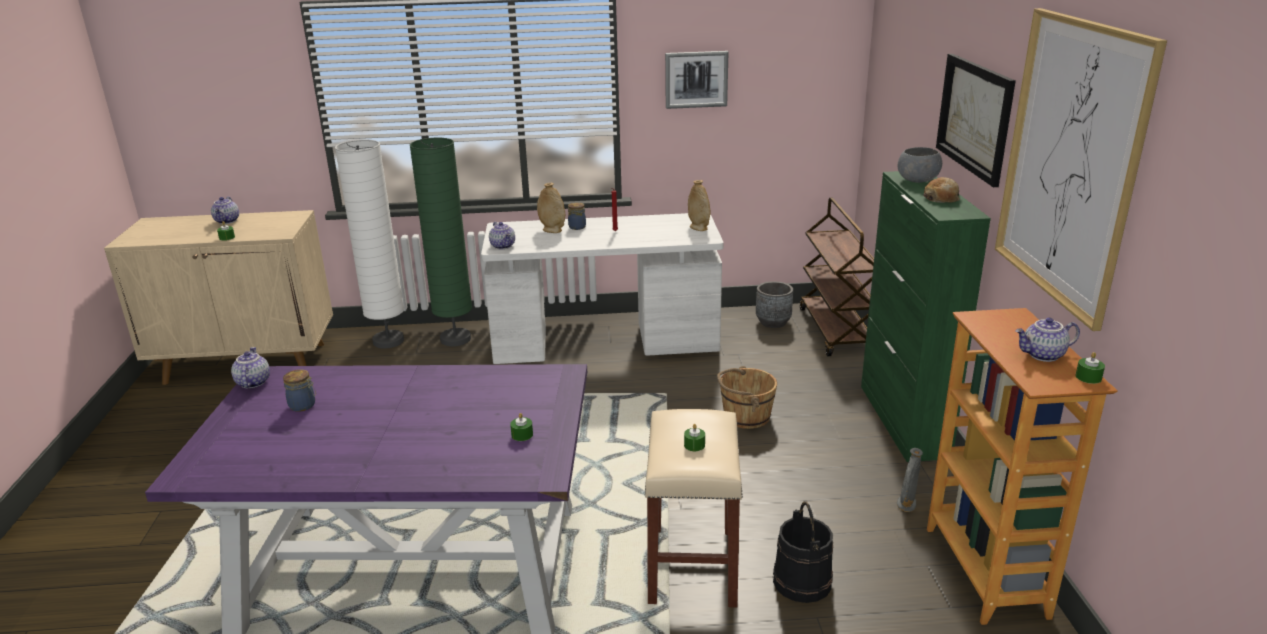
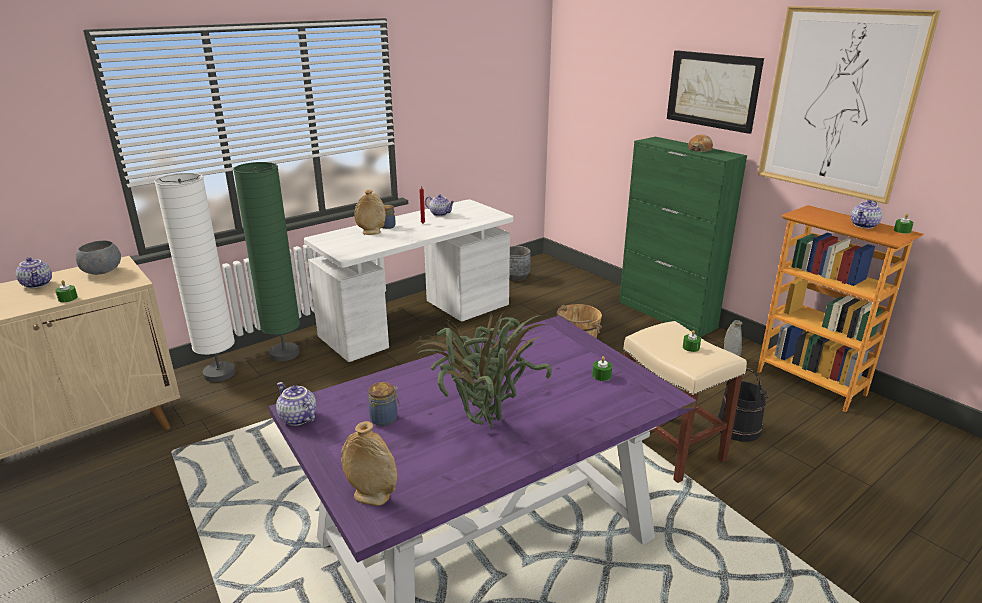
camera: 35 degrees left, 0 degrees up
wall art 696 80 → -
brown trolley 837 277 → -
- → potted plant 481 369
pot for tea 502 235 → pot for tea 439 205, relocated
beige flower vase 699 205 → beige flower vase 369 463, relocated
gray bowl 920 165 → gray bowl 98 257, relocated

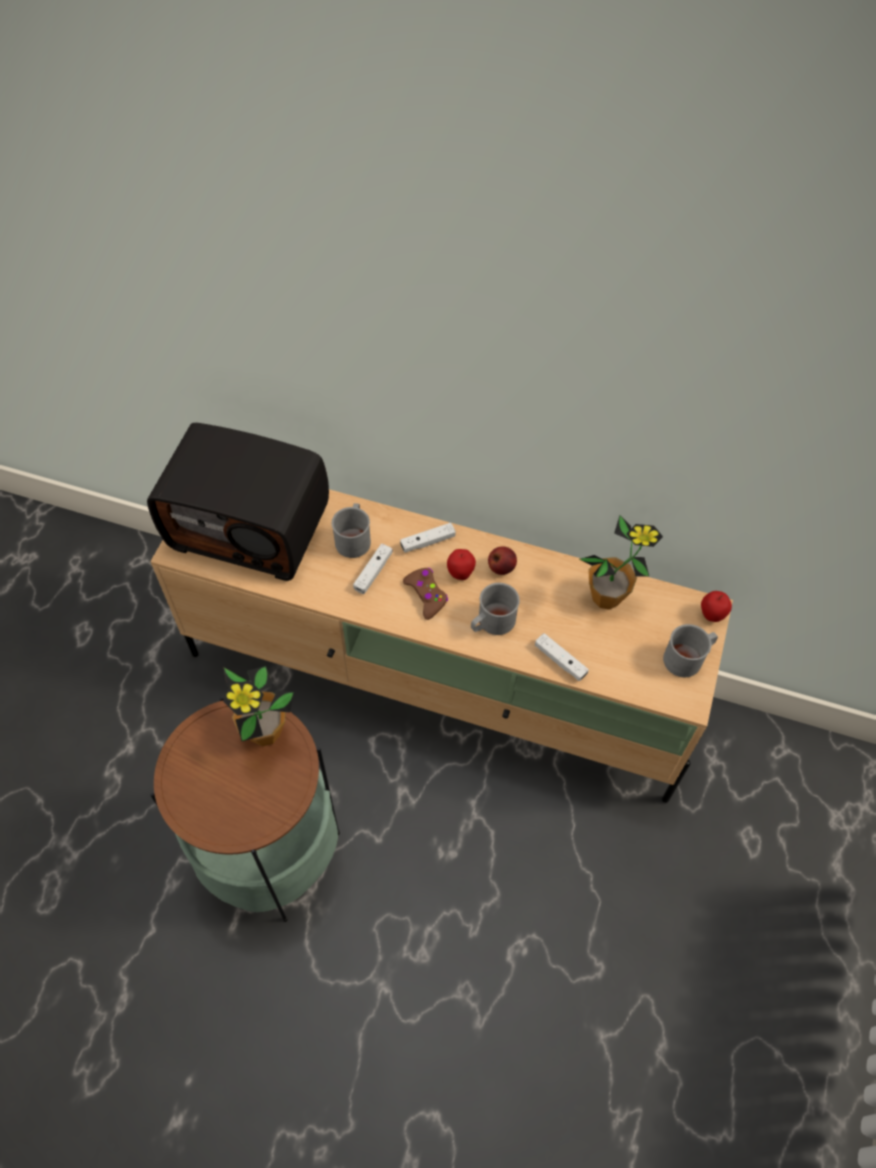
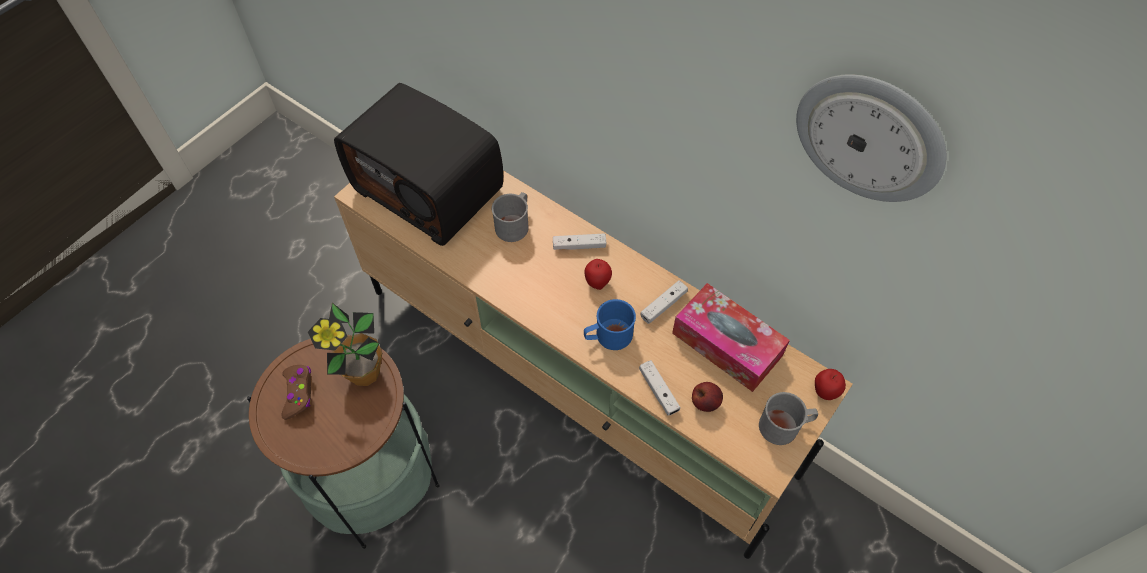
camera: 20 degrees right, 0 degrees up
- → hanging clock 871 138
white-coloured joypad 373 569 → white-coloured joypad 664 302, relocated
brown joypad 425 594 → brown joypad 296 392, relocated
whole apple 502 560 → whole apple 707 397, relocated
potted plant 621 562 → box of tissues 731 337
gray mug 495 609 → blue mug 610 324

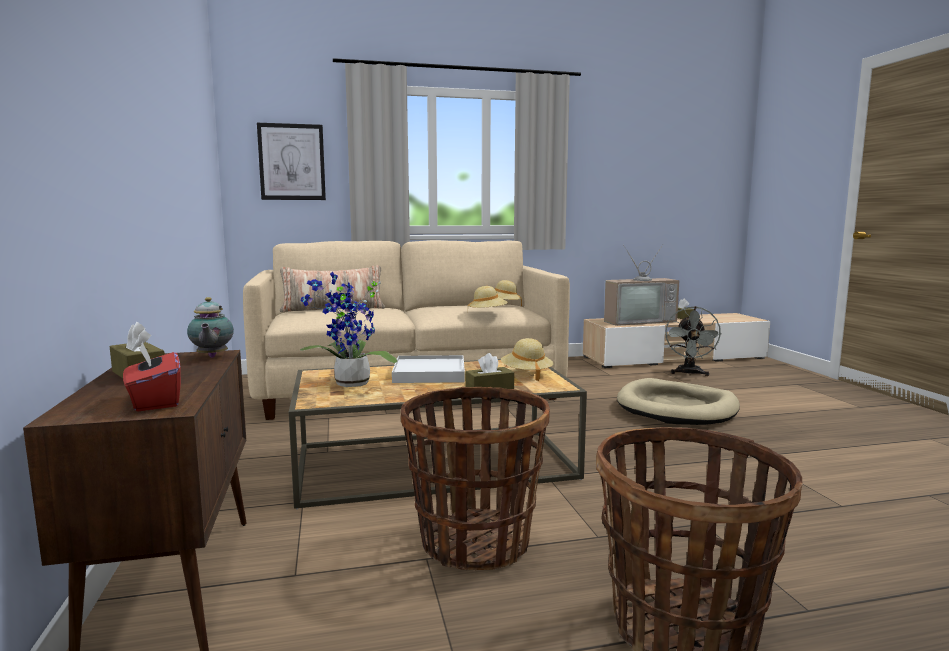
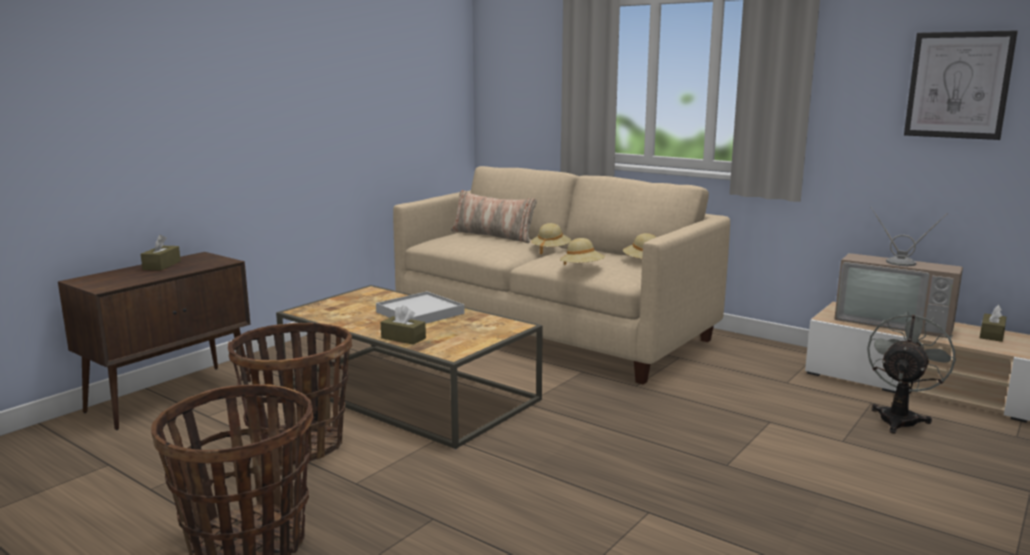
camera: 50 degrees right, 5 degrees up
reddish box of tissues 152 377 → -
pot for tea 210 327 → -
potted plant 348 329 → -
beige pet bed 678 401 → -
wall art 291 161 → wall art 961 85, relocated
beige clothing hat 527 359 → beige clothing hat 551 239, relocated
gray fan 693 341 → gray fan 911 372, 150 degrees clockwise

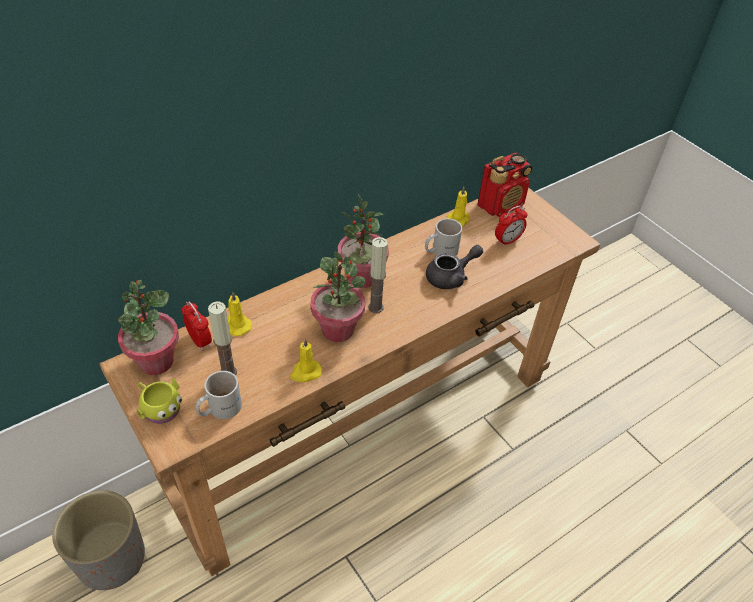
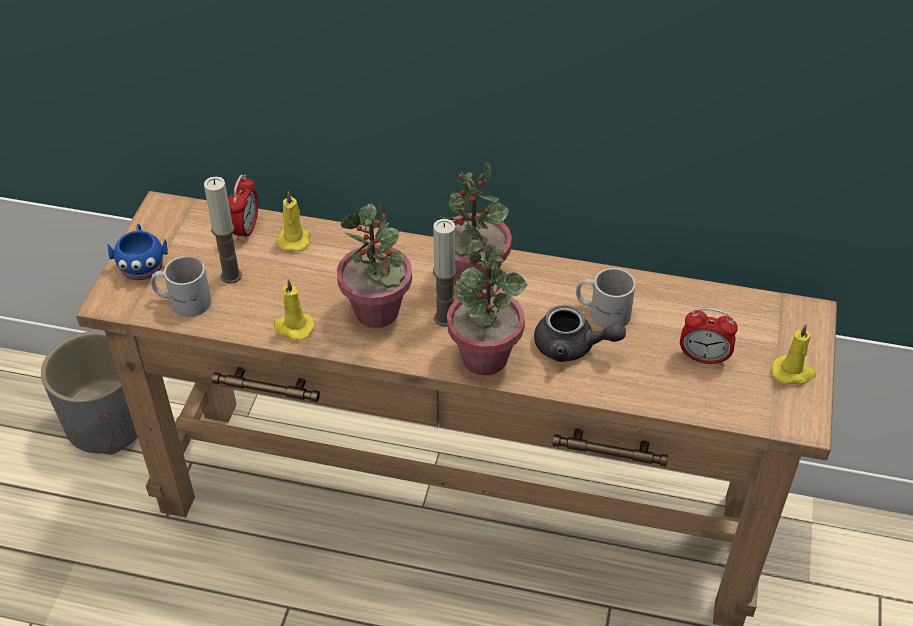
camera: 50 degrees right, 0 degrees up
radio receiver 505 185 → -
potted plant 148 327 → potted plant 487 310, relocated
yellow-coloured wax candle 458 206 → yellow-coloured wax candle 794 354, relocated
yellow-coloured mug 159 401 → blue mug 138 252

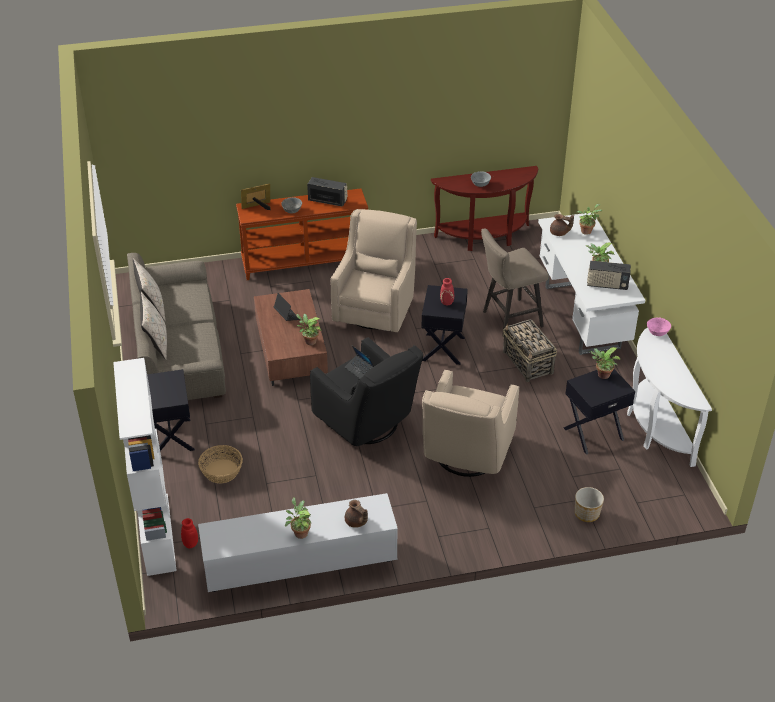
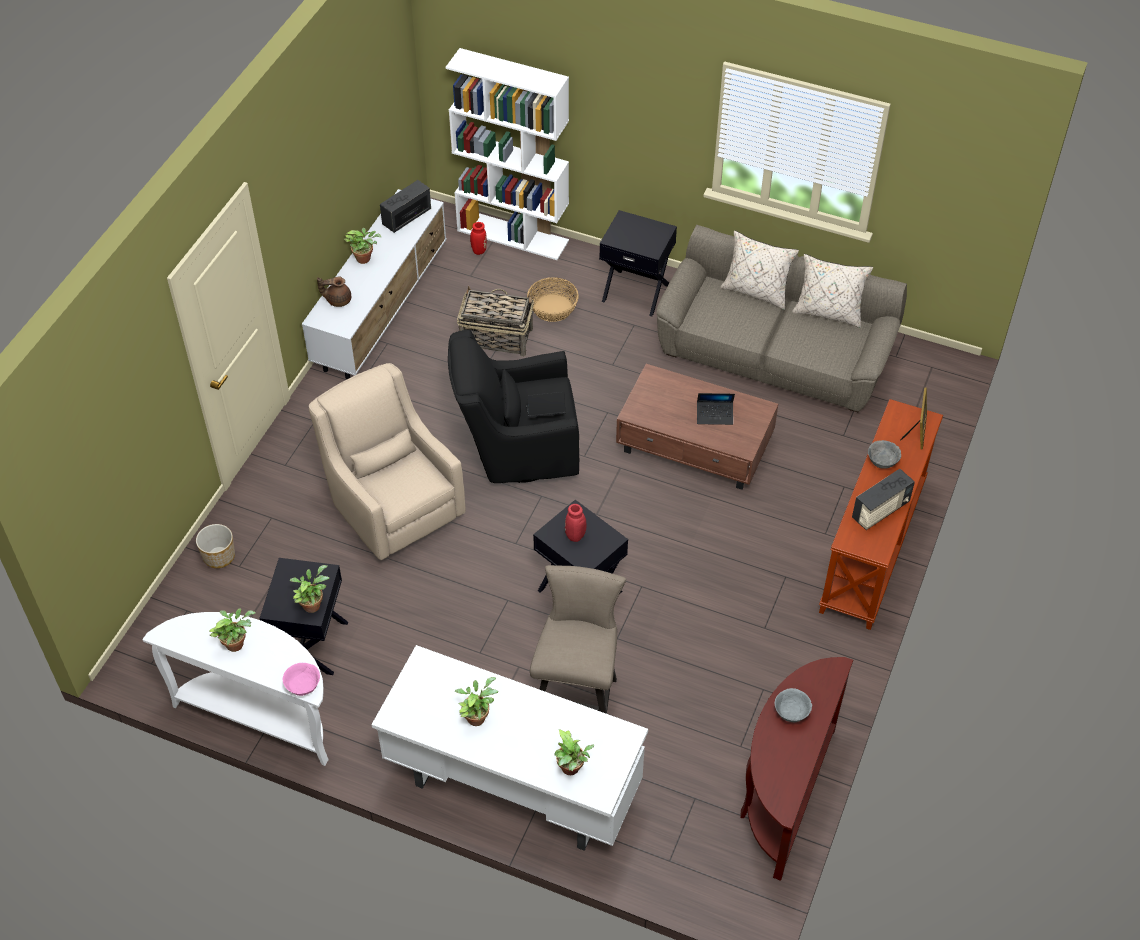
camera: 125 degrees right, 10 degrees up
beige easy chair 373 270 → -
brown pot for tea 562 225 → -
potted plant 308 329 → potted plant 232 630, relocated
basket 530 350 → basket 495 321, relocated
radio receiver 609 275 → radio receiver 405 206, relocated

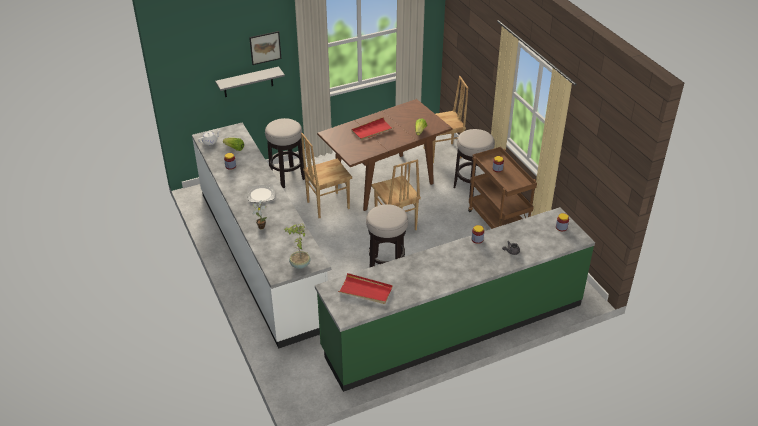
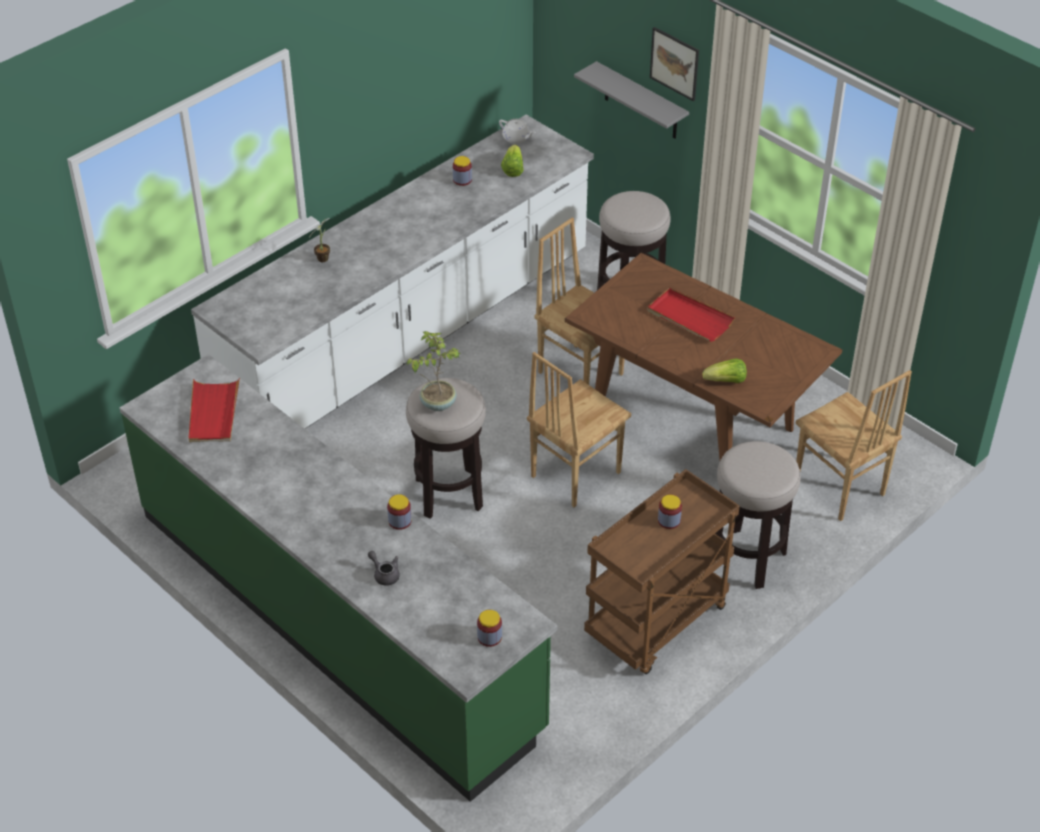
camera: 70 degrees right, 5 degrees up
flat dish 261 193 → -
potted plant 297 246 → potted plant 433 371, relocated

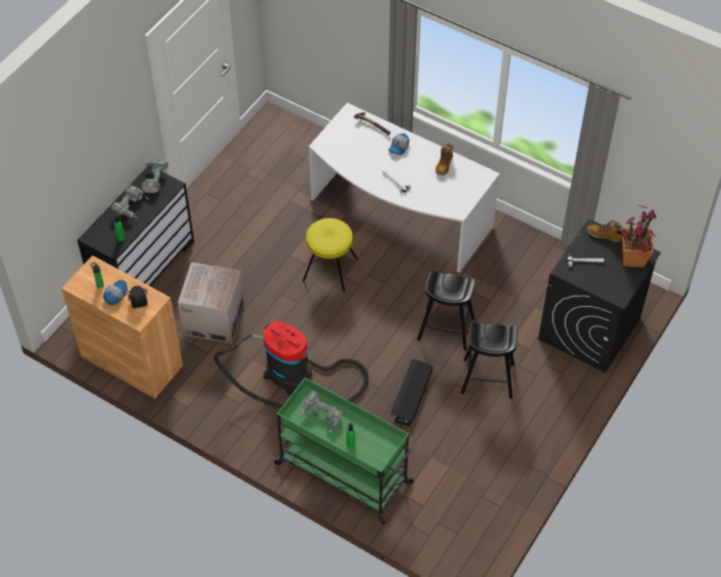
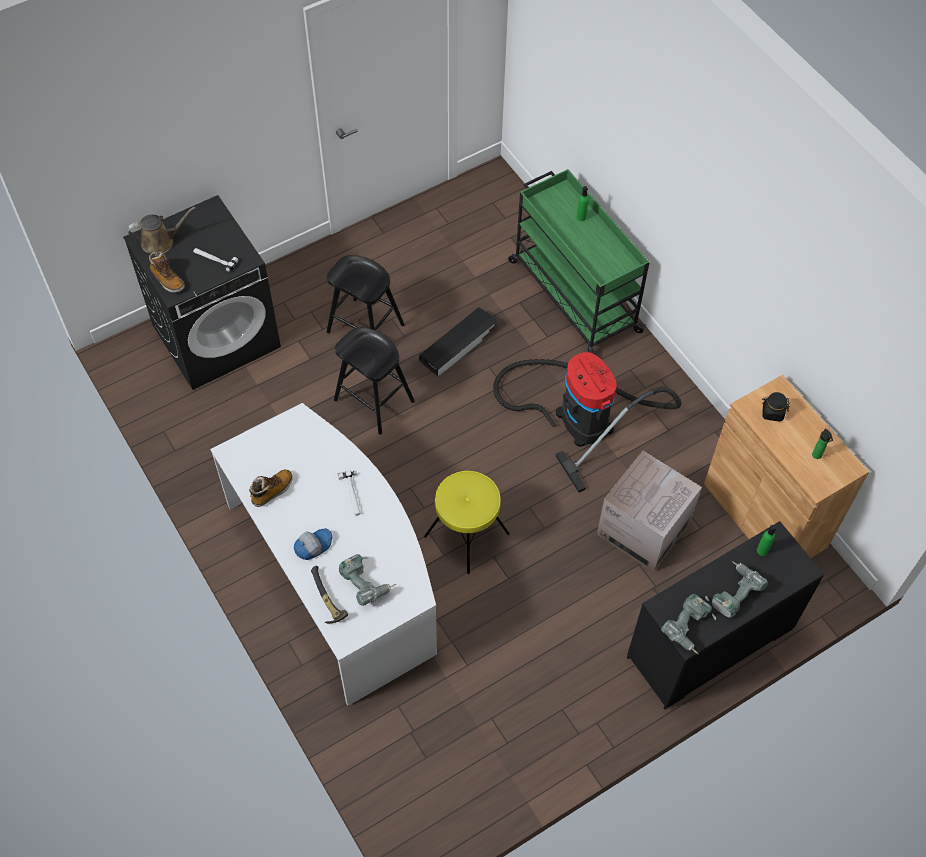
camera: 155 degrees left, 5 degrees up
cap 115 292 → -
electric drill 320 411 → electric drill 367 580, relocated
potted plant 638 236 → brown sprinkling can 162 230

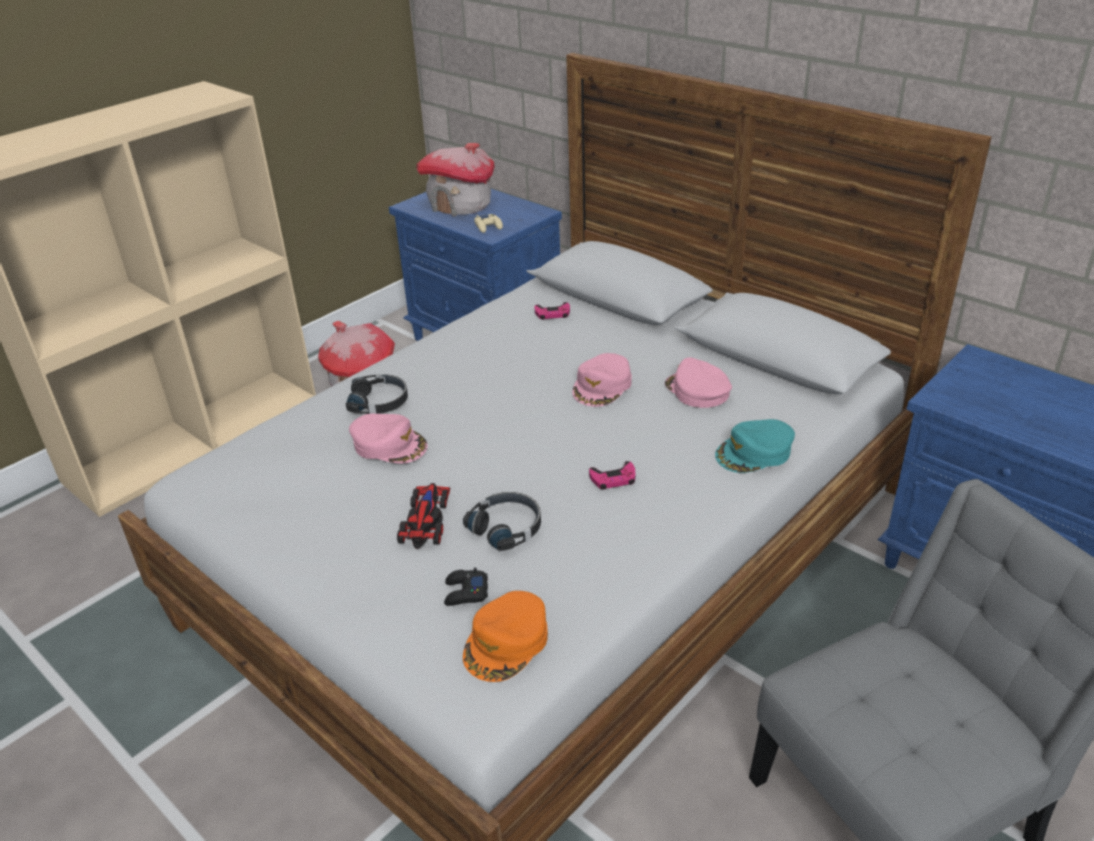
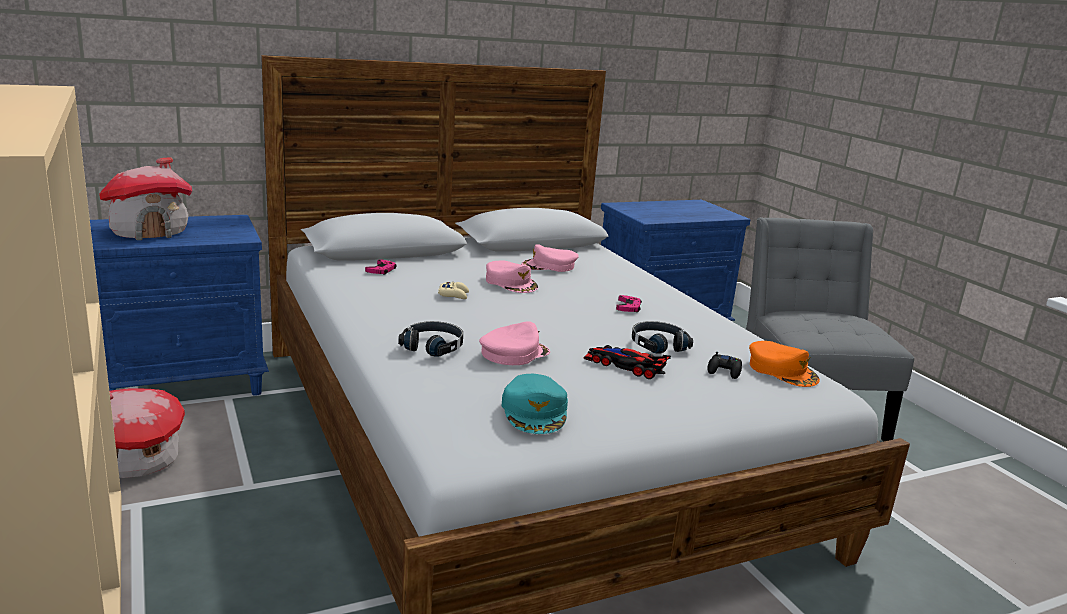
camera: 70 degrees left, 15 degrees down
beige joypad 488 223 → beige joypad 453 290, relocated
turquoise cap 755 446 → turquoise cap 535 404, relocated

